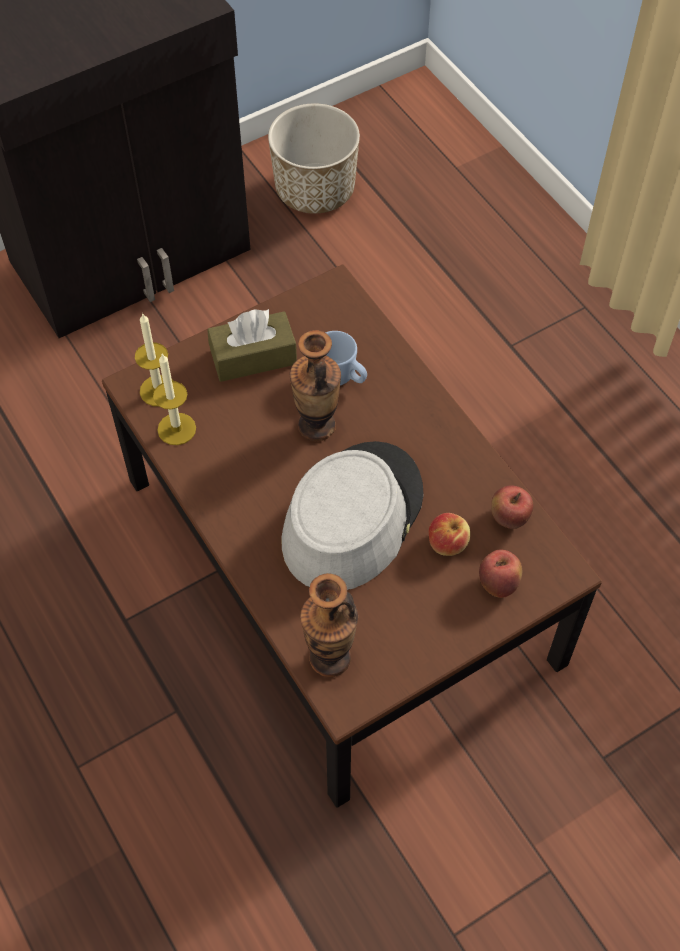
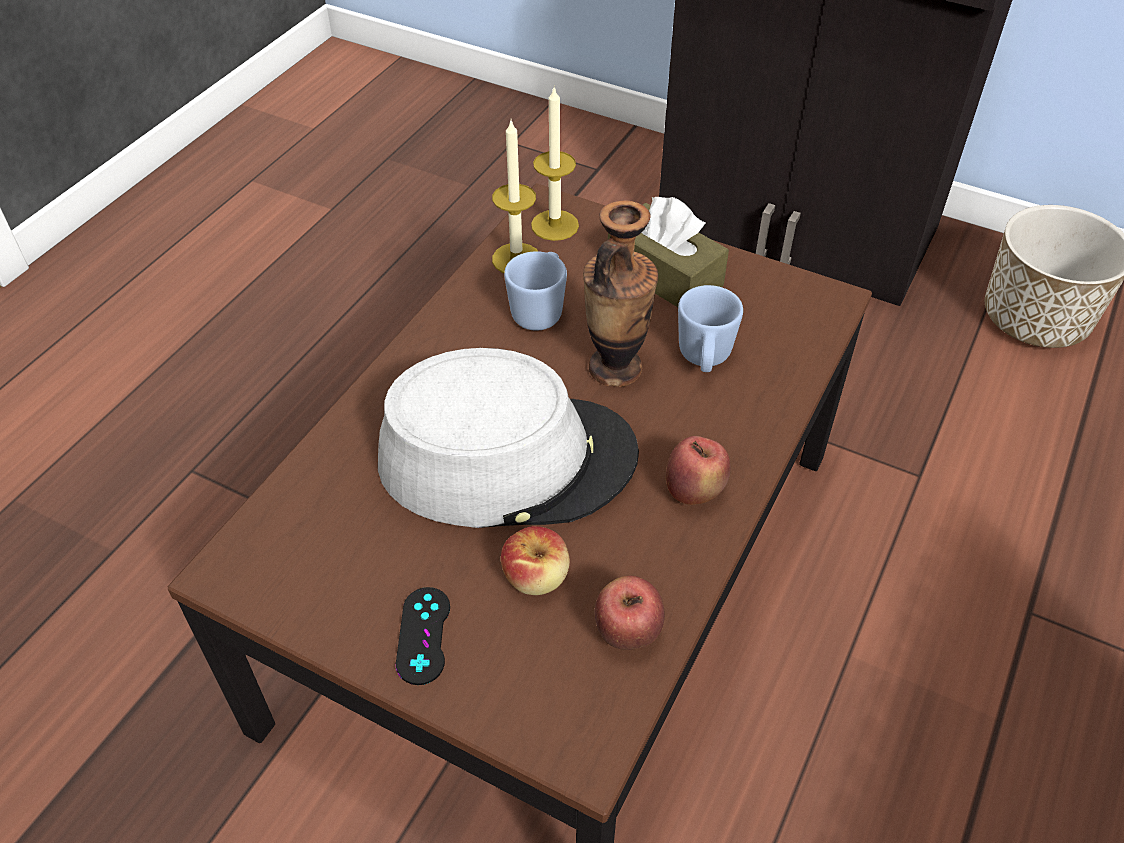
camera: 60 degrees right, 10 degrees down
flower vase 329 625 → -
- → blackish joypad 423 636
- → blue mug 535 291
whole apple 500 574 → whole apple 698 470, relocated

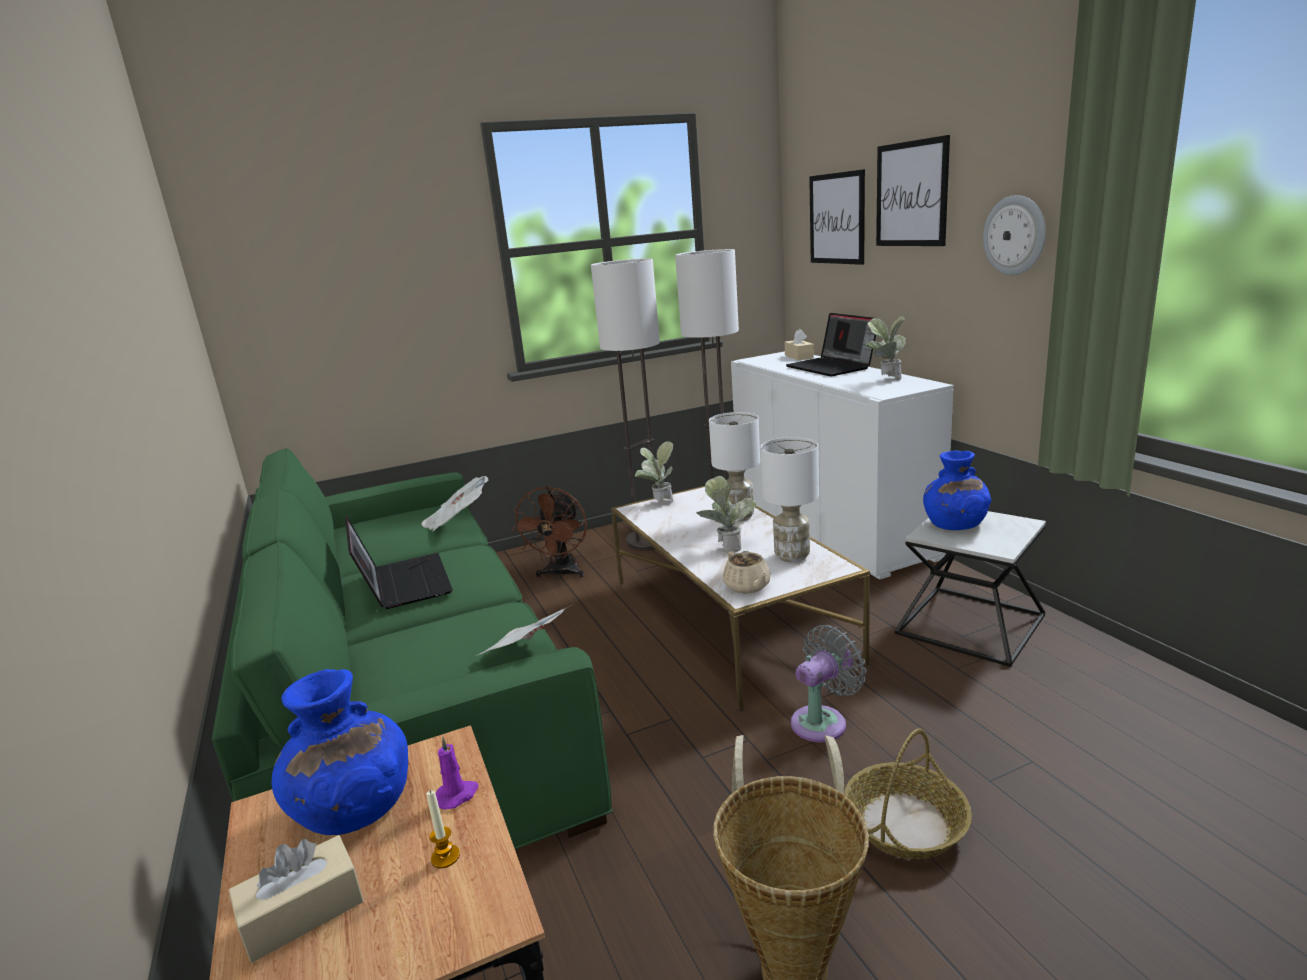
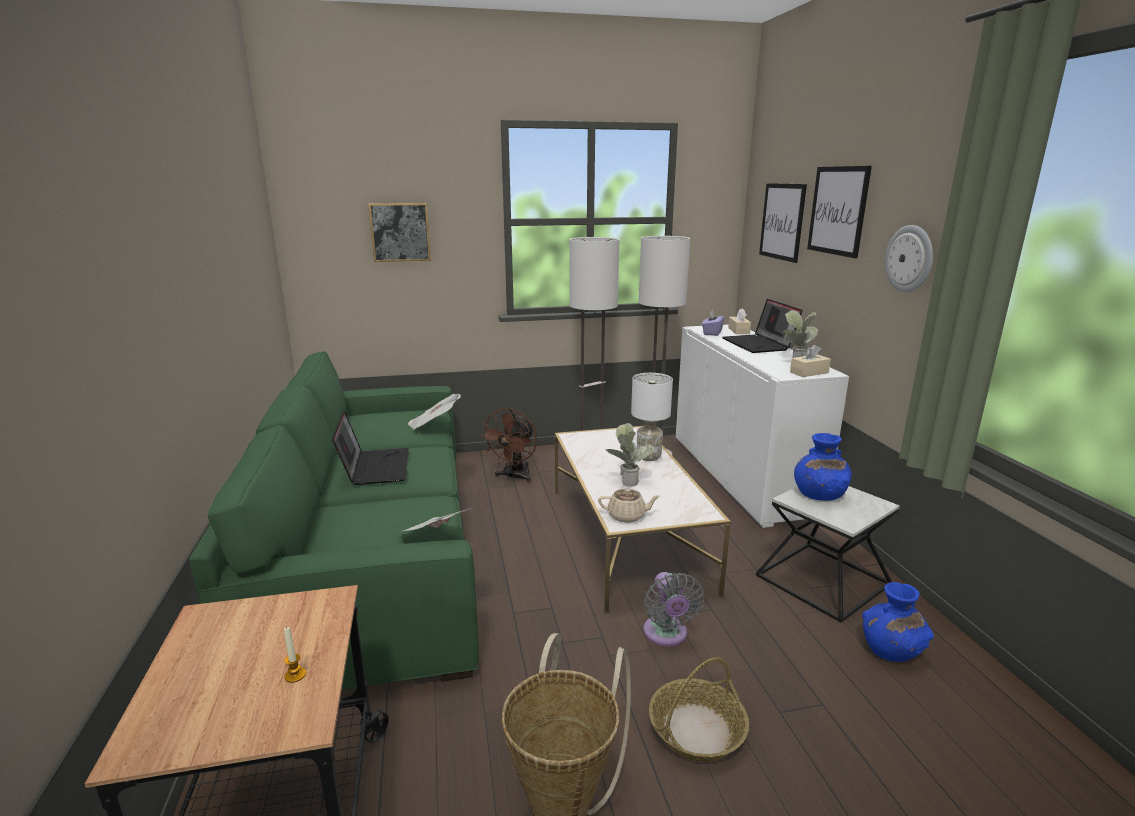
camera: 10 degrees right, 0 degrees up
purple wax candle 457 773 → -
potted plant 654 471 → -
white-coloured table lamp 789 499 → -
- → wall art 399 232
- → purple box of tissues 713 323
beige box of tissues 296 899 → beige box of tissues 810 361, relocated
blue flower vase 340 752 → blue flower vase 898 622, relocated
beige pot for tea 747 572 → beige pot for tea 629 505, 75 degrees counterclockwise
gray fan 828 683 → gray fan 673 609, 105 degrees clockwise

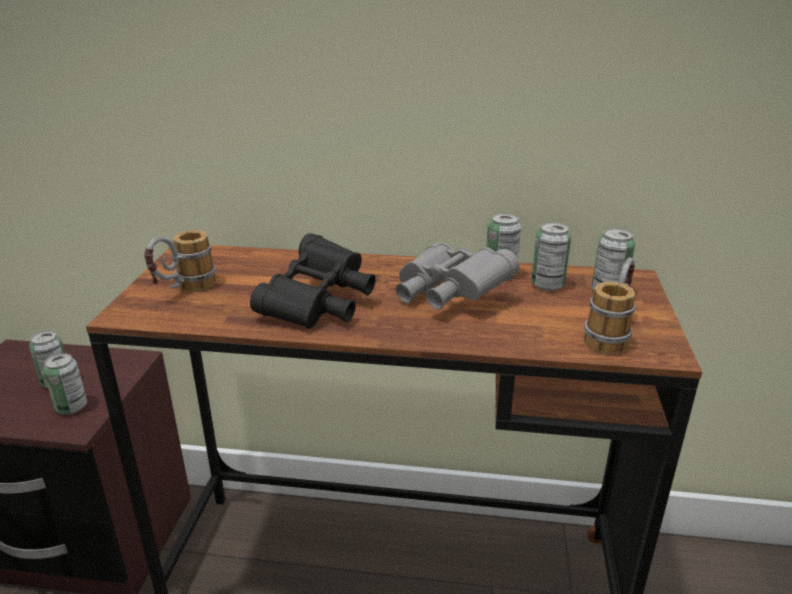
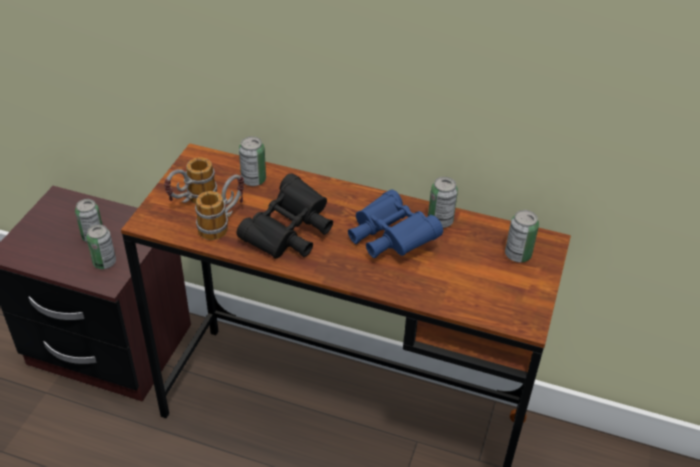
camera: 10 degrees right, 15 degrees up
sealed can 551 256 → sealed can 252 161, relocated
mug 610 305 → mug 219 207, relocated
gray pair of binoculars 457 276 → blue pair of binoculars 395 224

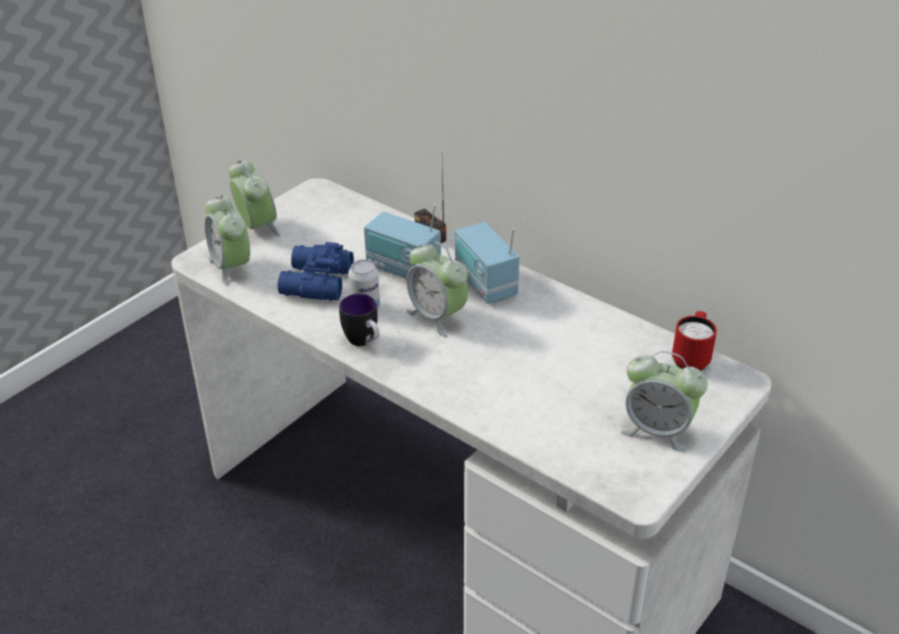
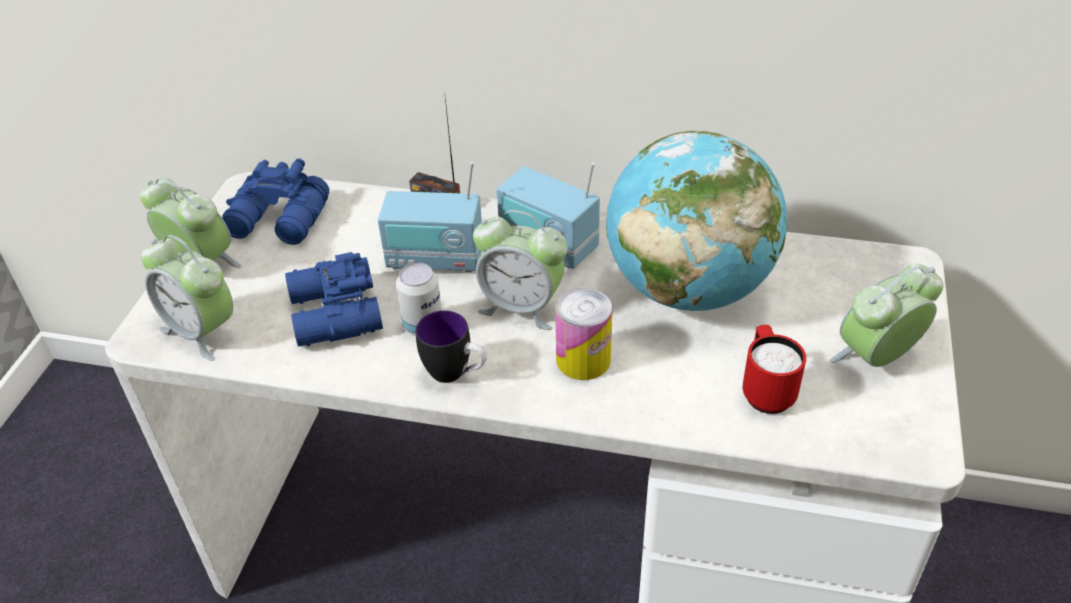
camera: 25 degrees left, 5 degrees up
- → blue pair of binoculars 275 201
- → sealed can 583 334
- → world globe 696 221
reddish mug 694 341 → reddish mug 774 369, relocated
table clock 664 401 → table clock 886 315, 150 degrees clockwise

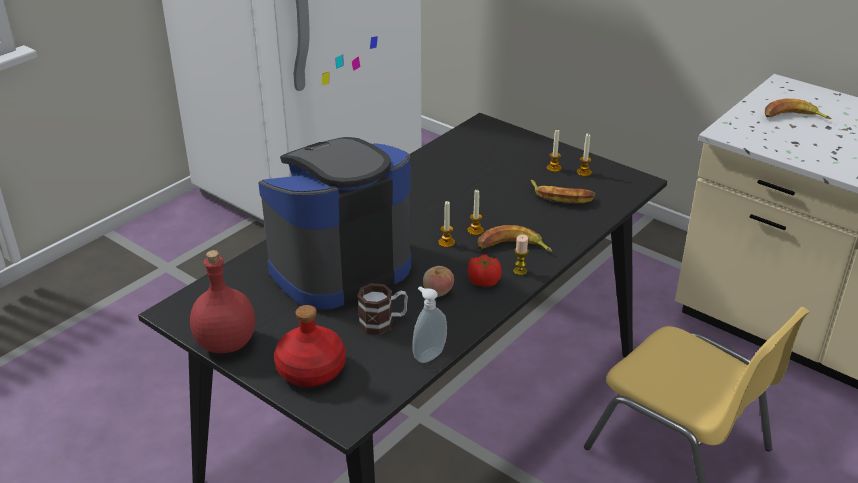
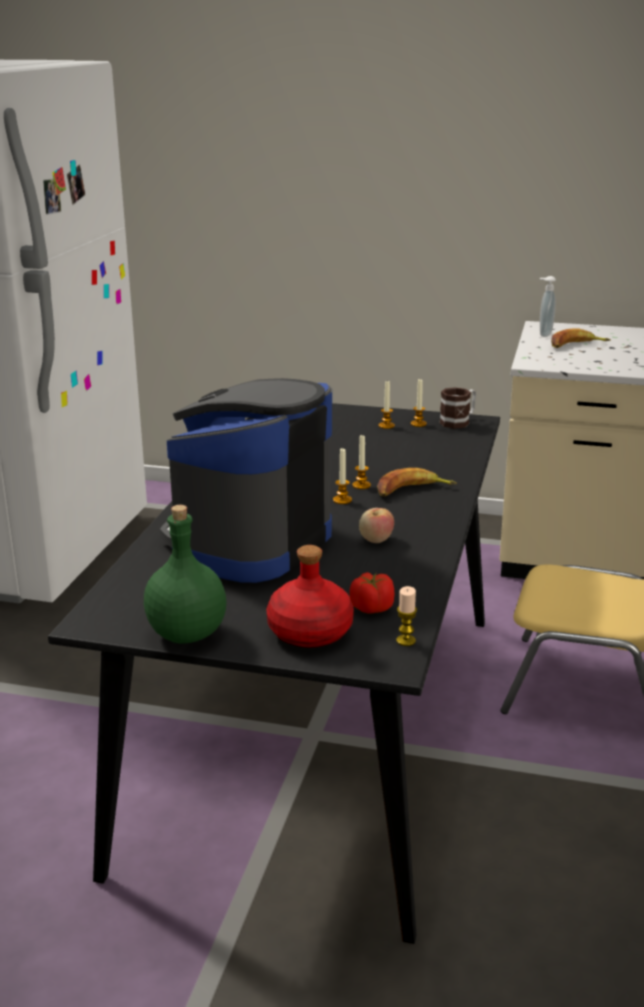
camera: 25 degrees left, 10 degrees down
whole banana 563 191 → -
mug 382 309 → mug 457 408, relocated
liquid soap bottle 429 324 → liquid soap bottle 548 306, relocated
whole tomato 484 270 → whole tomato 372 592, relocated
wax candle 521 255 → wax candle 406 616, relocated
reddish bottle 222 301 → green bottle 185 574

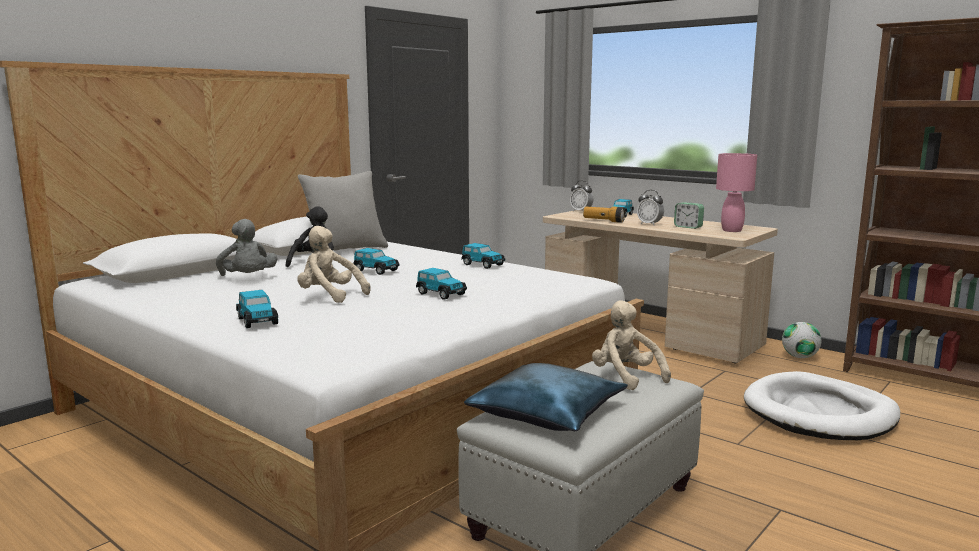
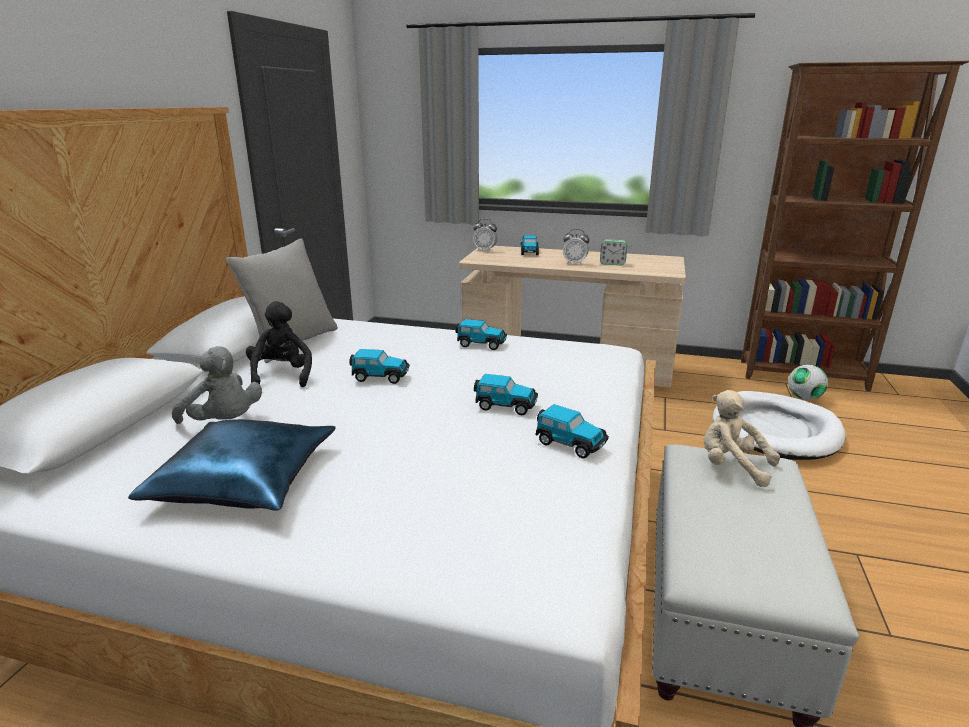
camera: 25 degrees left, 10 degrees up
beige soft toy 334 264 → -
torch 604 215 → -
pink table lamp 736 192 → -
toy car 257 309 → toy car 572 431, relocated
blue cushion 546 397 → blue cushion 232 465, relocated
ball for football 802 340 → ball for football 808 382, relocated

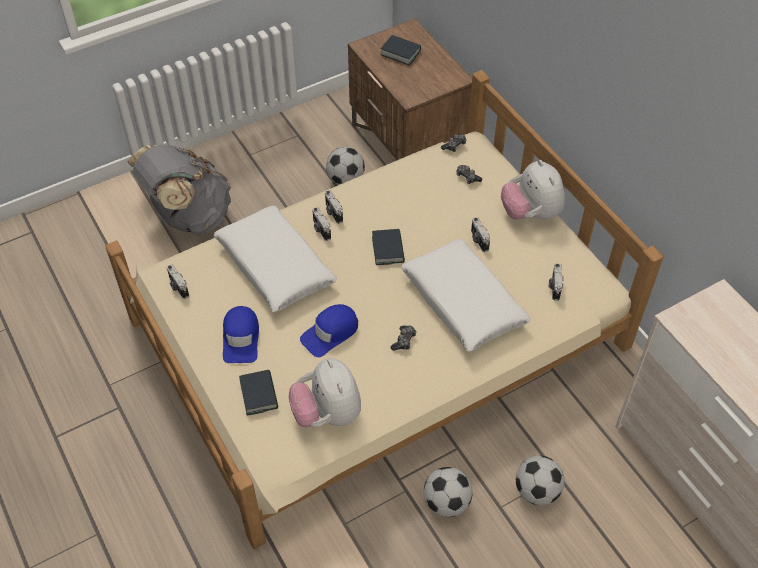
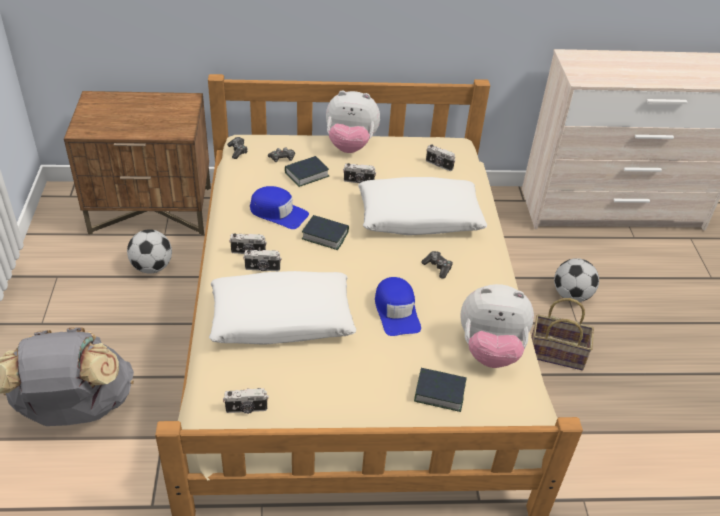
camera: 65 degrees left, 10 degrees down
blue cap 241 334 → blue cap 279 207, relocated
book 401 50 → book 307 171, relocated
ball for football 448 492 → basket 562 334

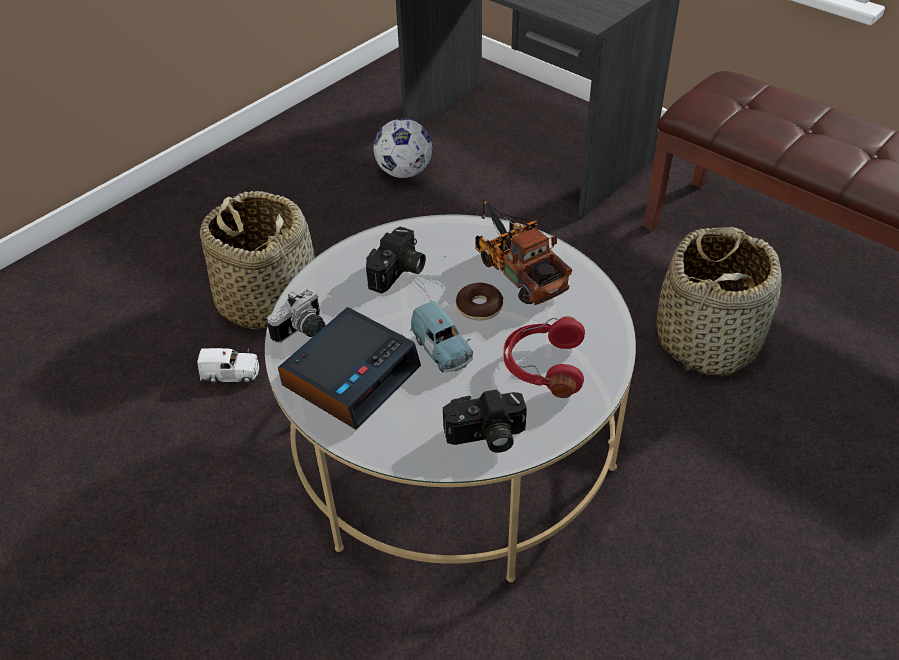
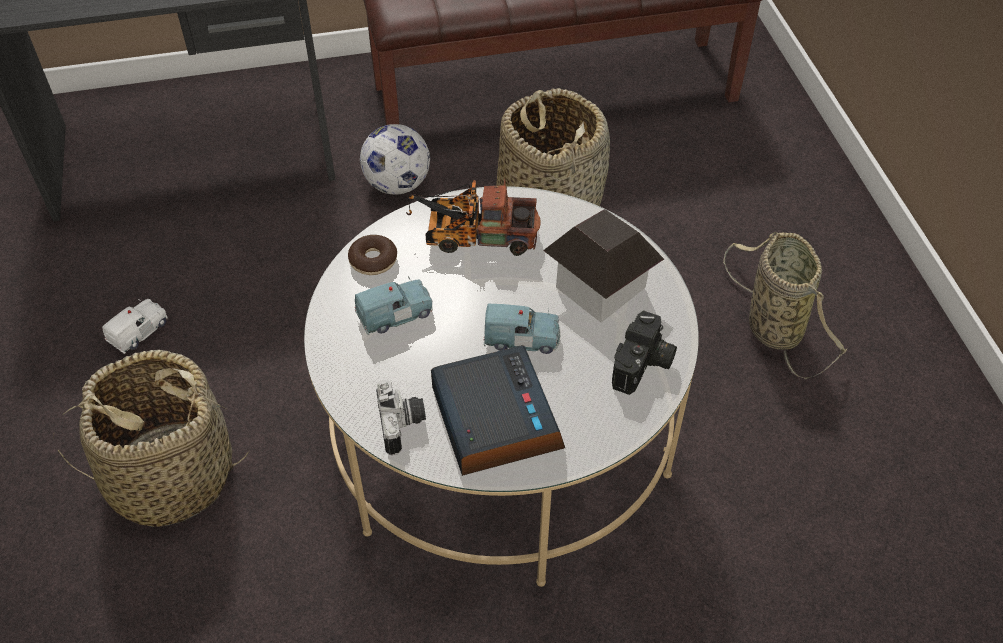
camera: 55 degrees left, 5 degrees up
- → basket 785 305
white-coloured toy car 228 366 → white-coloured toy car 135 326, relocated
ball for football 403 148 → ball for football 395 159, relocated
doughnut 479 301 → doughnut 372 255, relocated
still camera 396 260 → blue toy car 394 305
reddish headset 544 357 → model house 603 266

